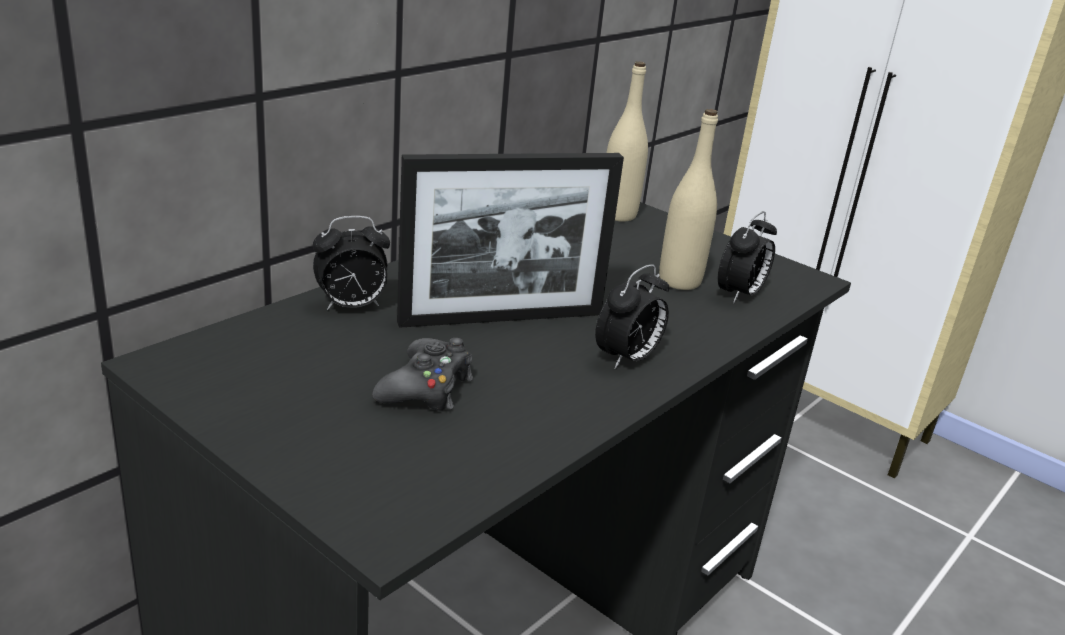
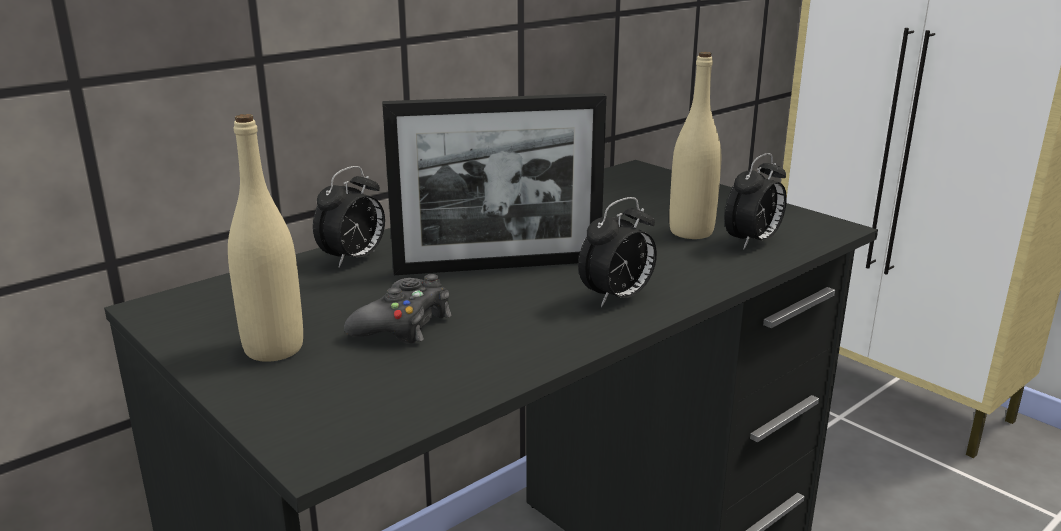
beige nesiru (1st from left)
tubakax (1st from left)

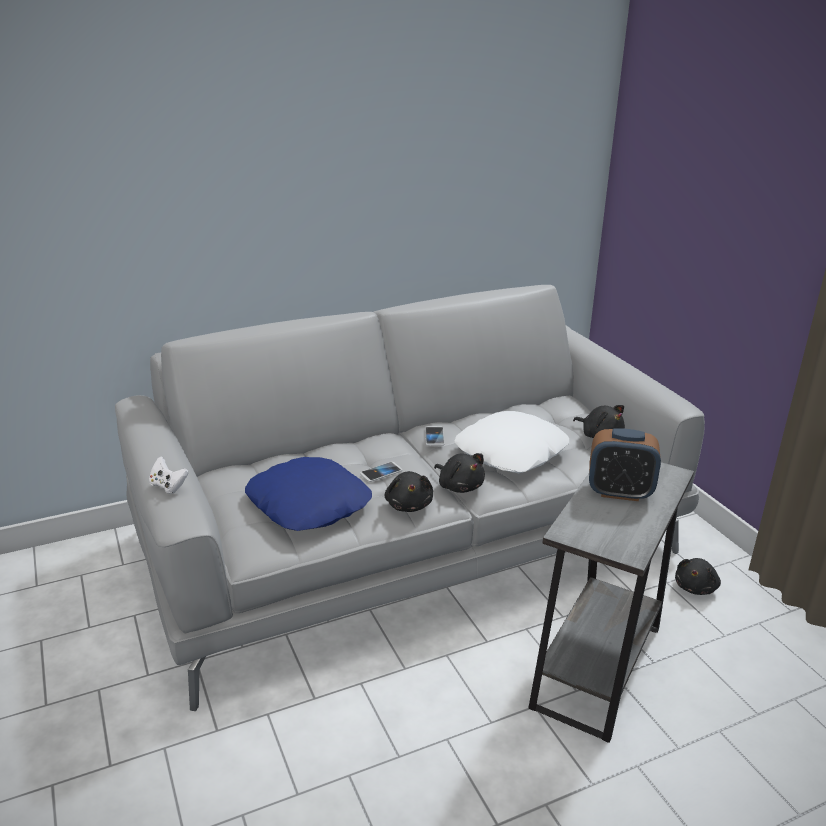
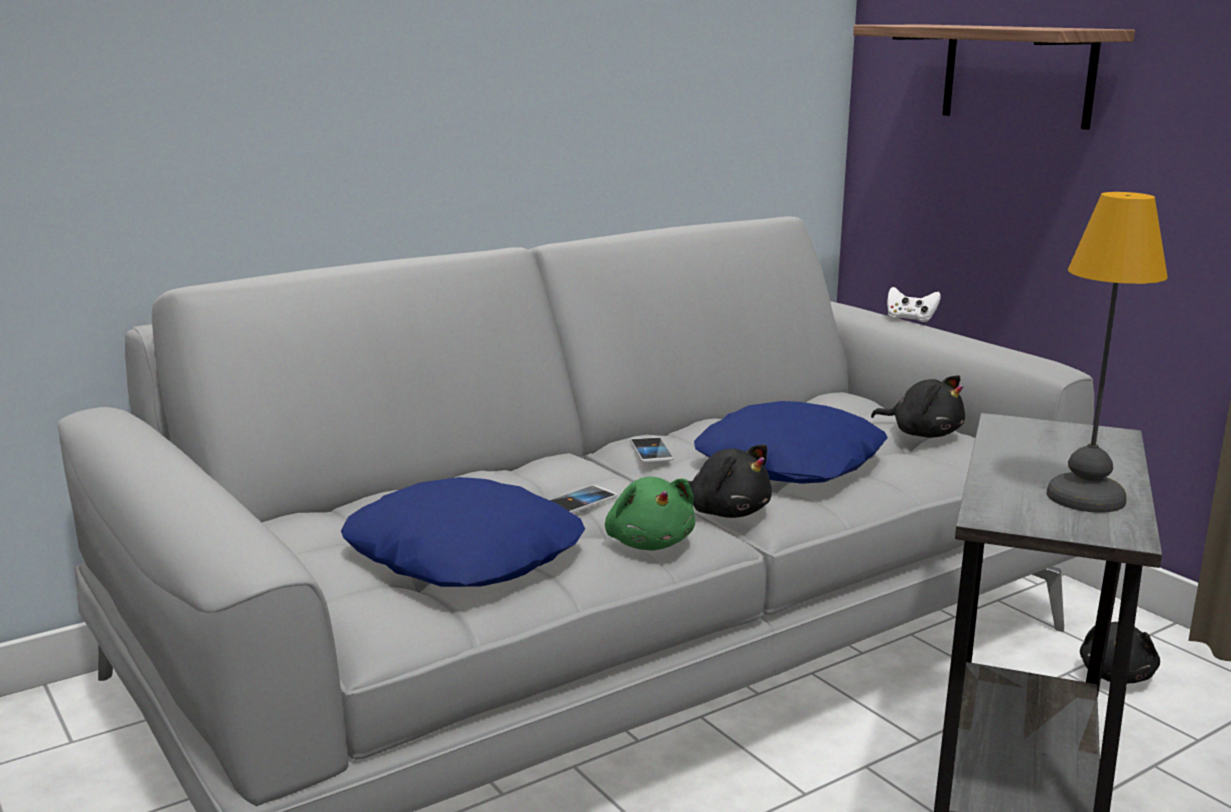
tubakax
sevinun
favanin
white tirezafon
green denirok
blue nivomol (2nd from left)

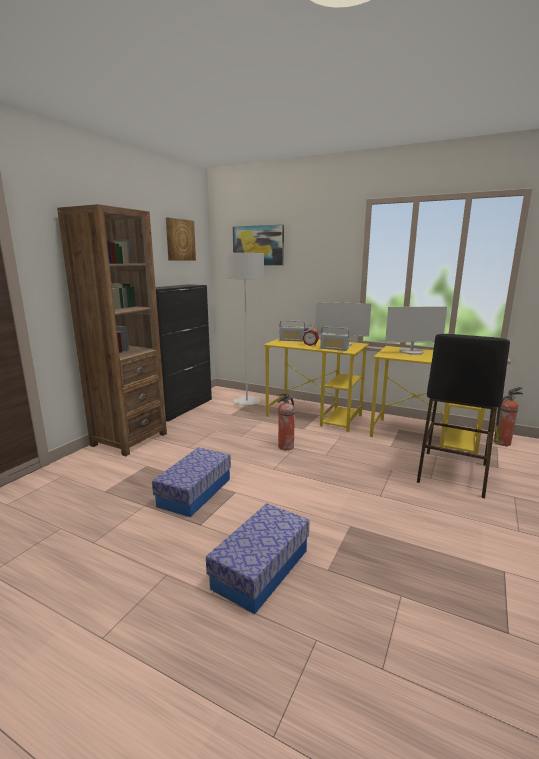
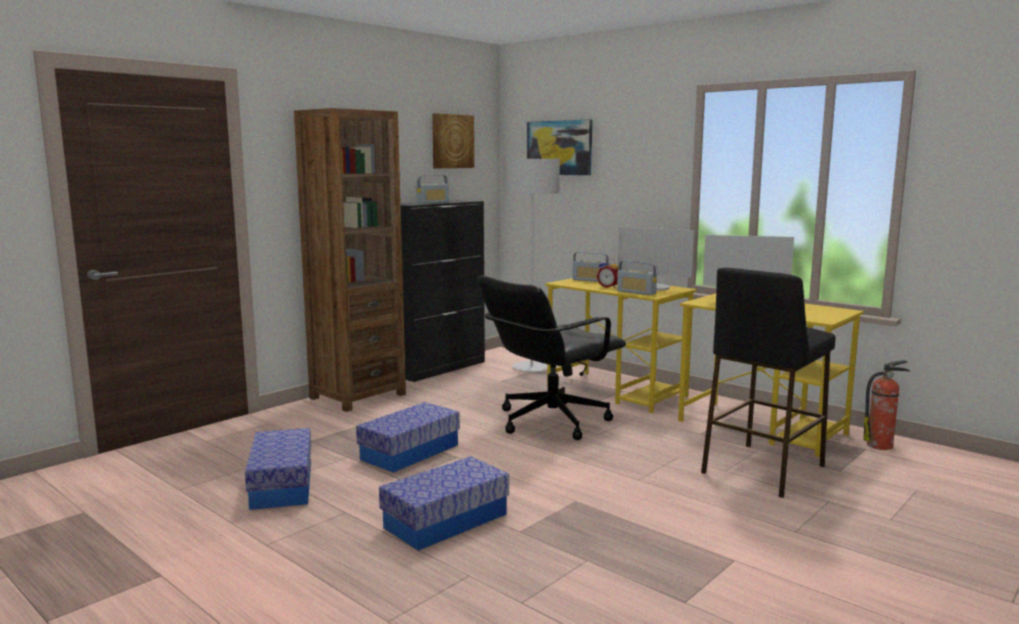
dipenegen (1st from left)
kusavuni (1st from left)
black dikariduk

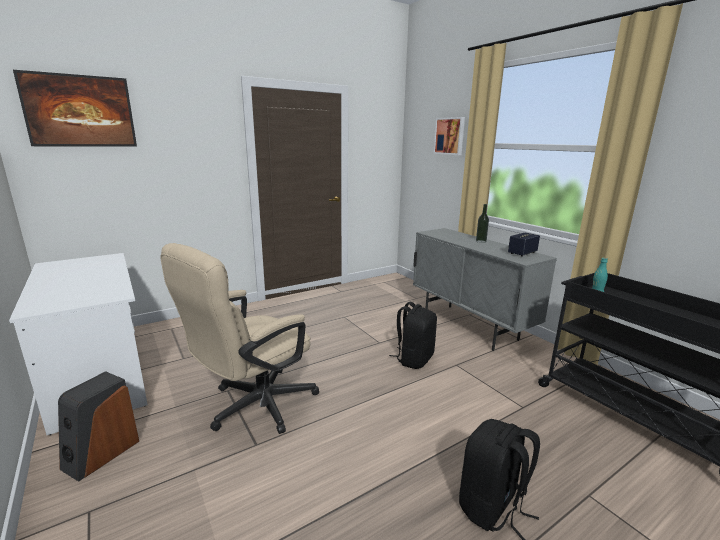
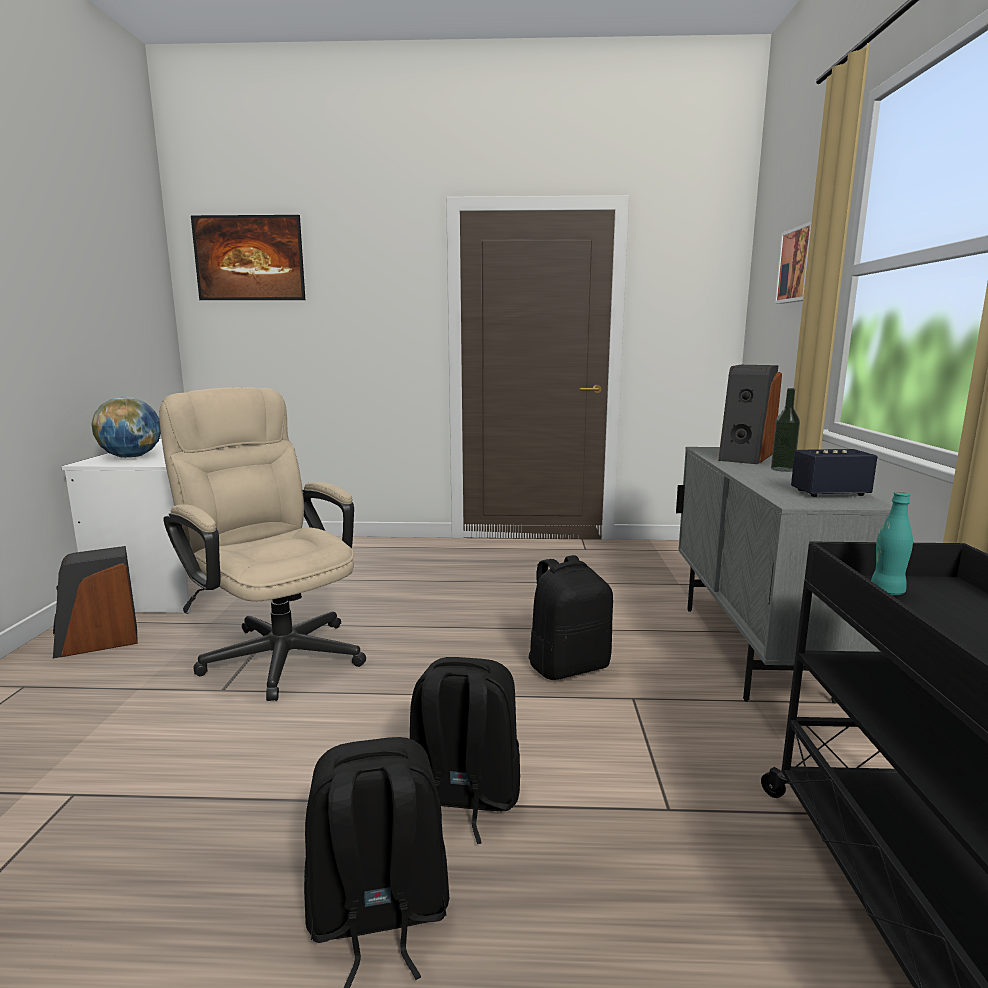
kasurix
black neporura (2nd from left)
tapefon (2nd from left)
beige dikariduk

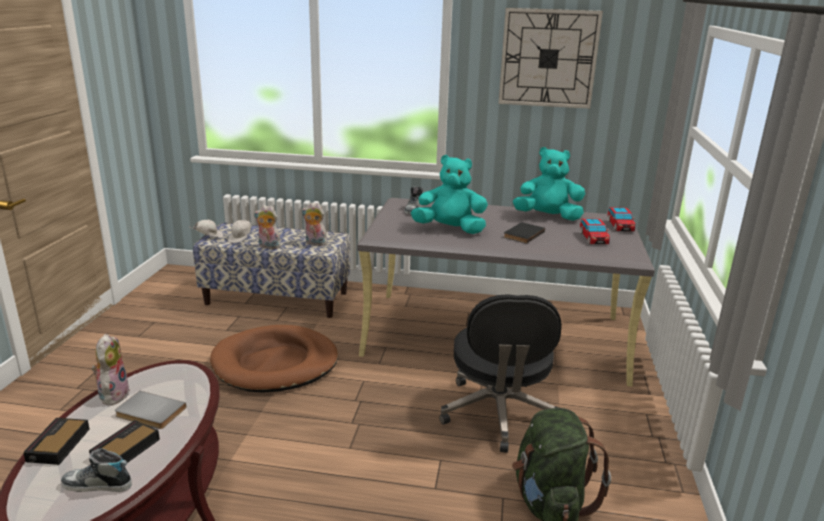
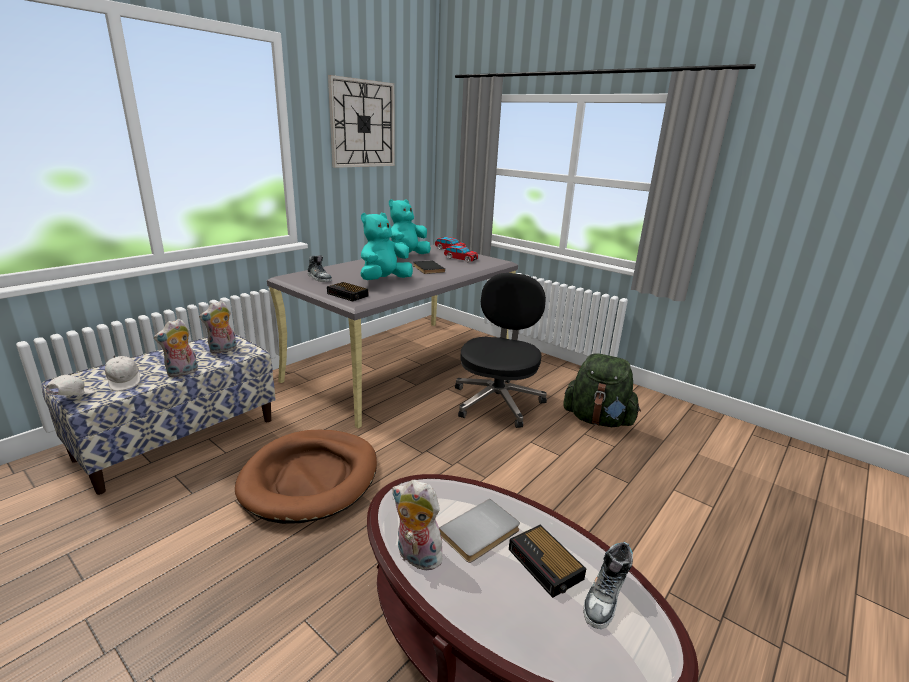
tubakax (1st from left)
black dikariduk

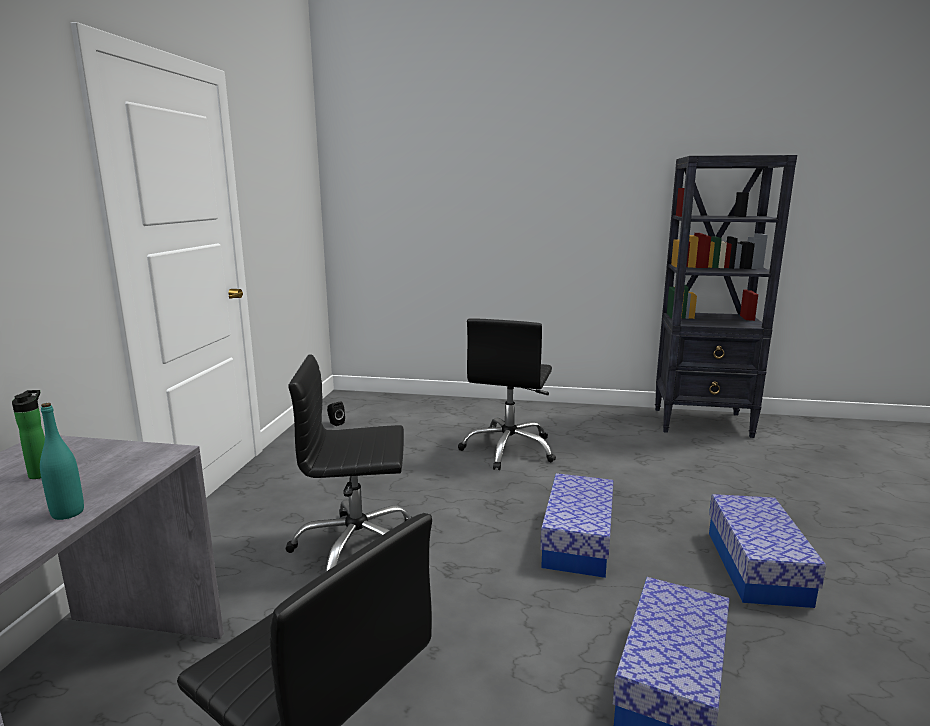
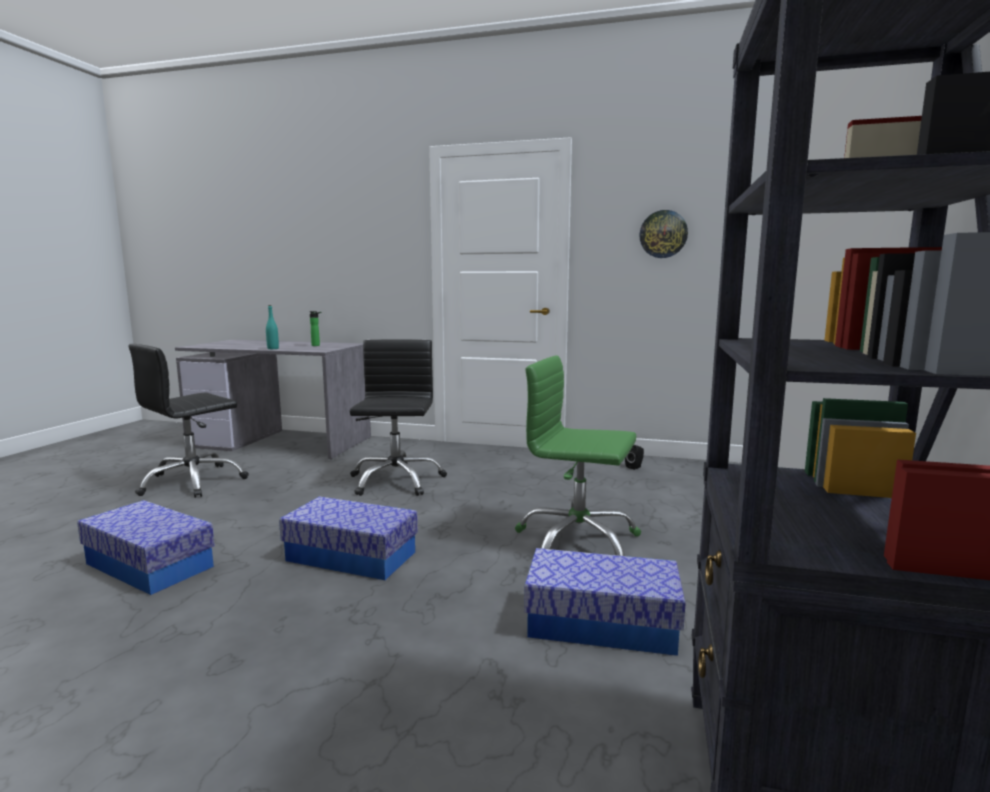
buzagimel
dipenegen (3rd from left)
green dikariduk

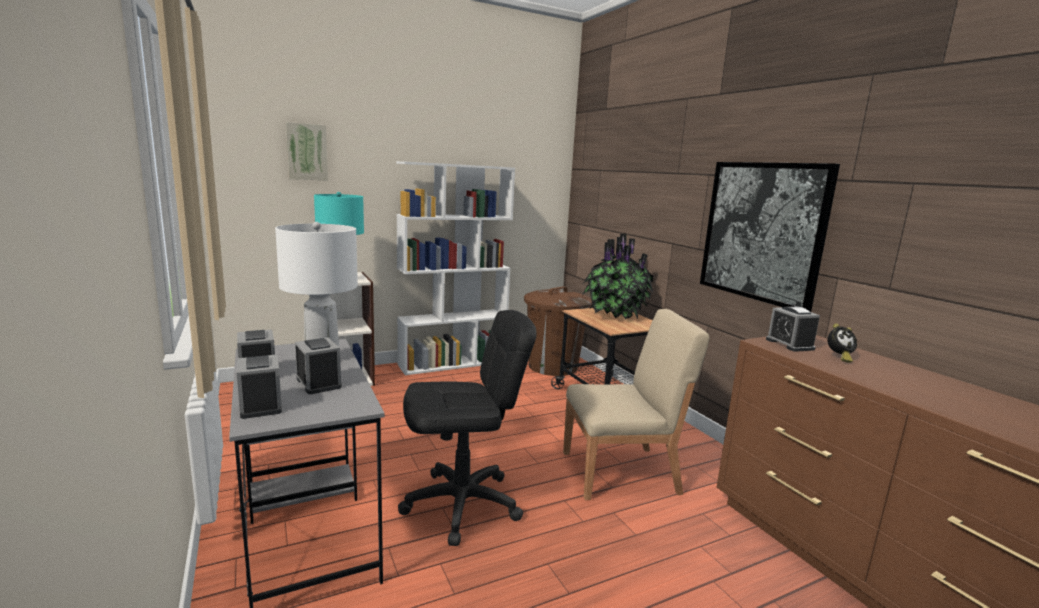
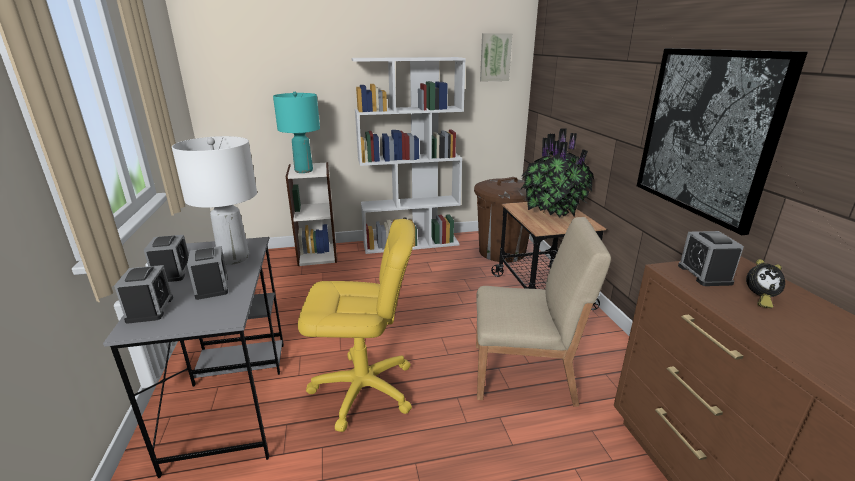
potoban (1st from left)
yellow dikariduk

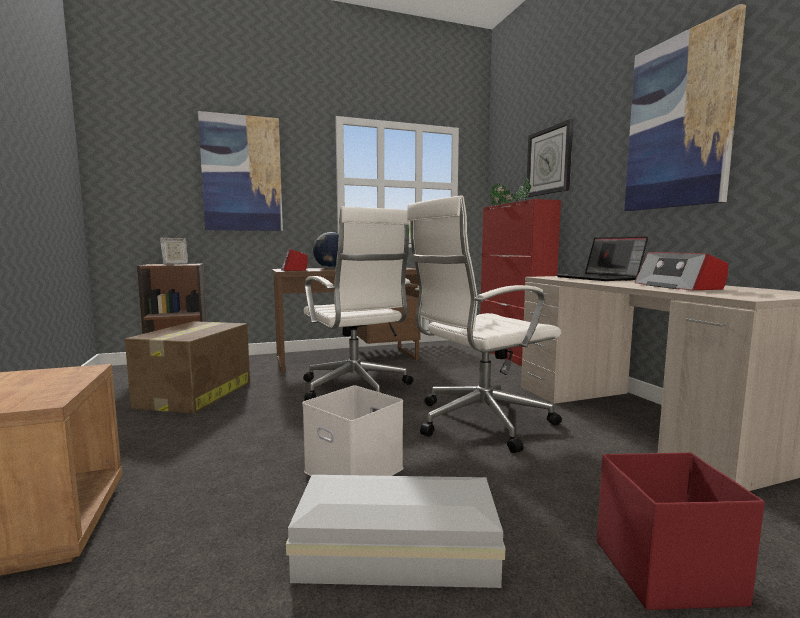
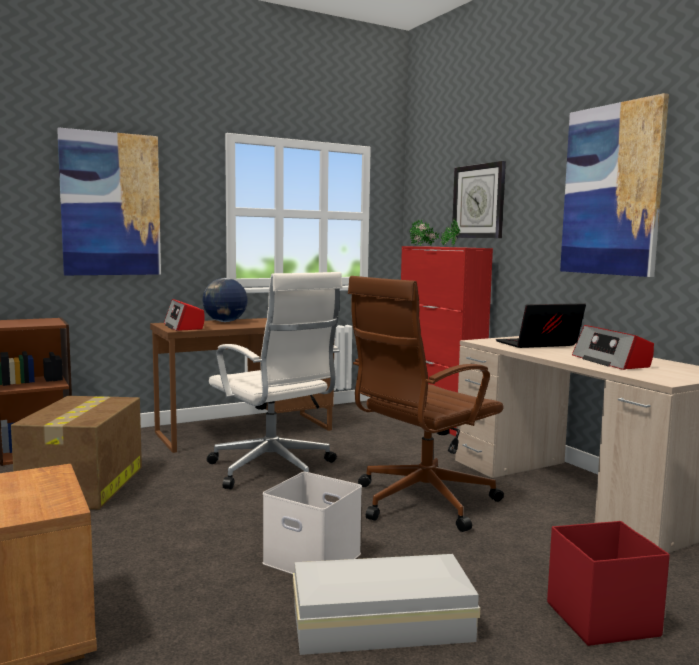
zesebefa
brown dikariduk
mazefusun

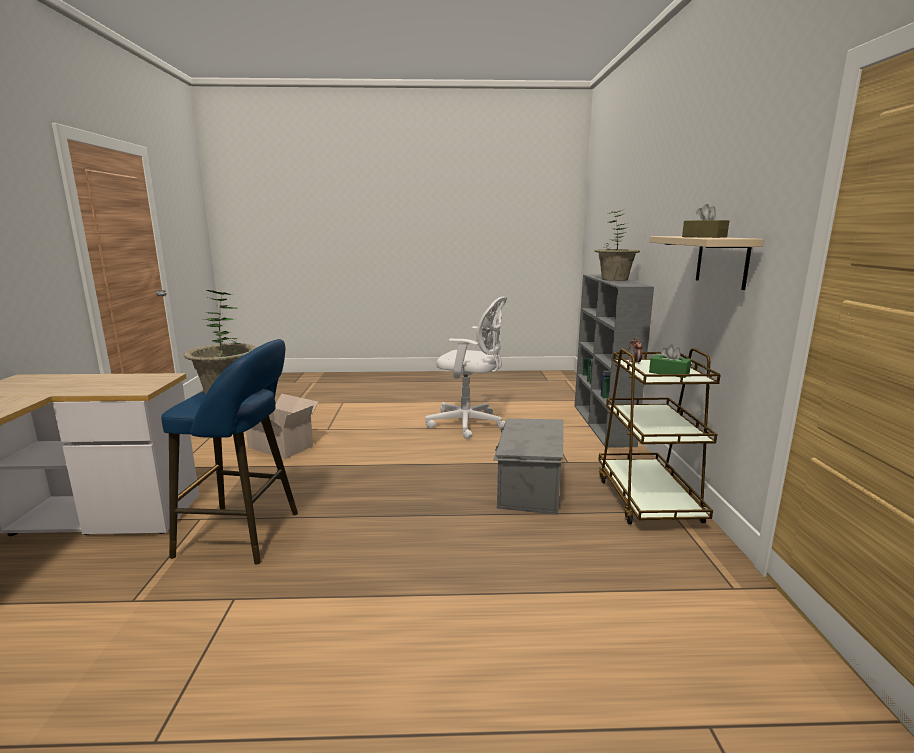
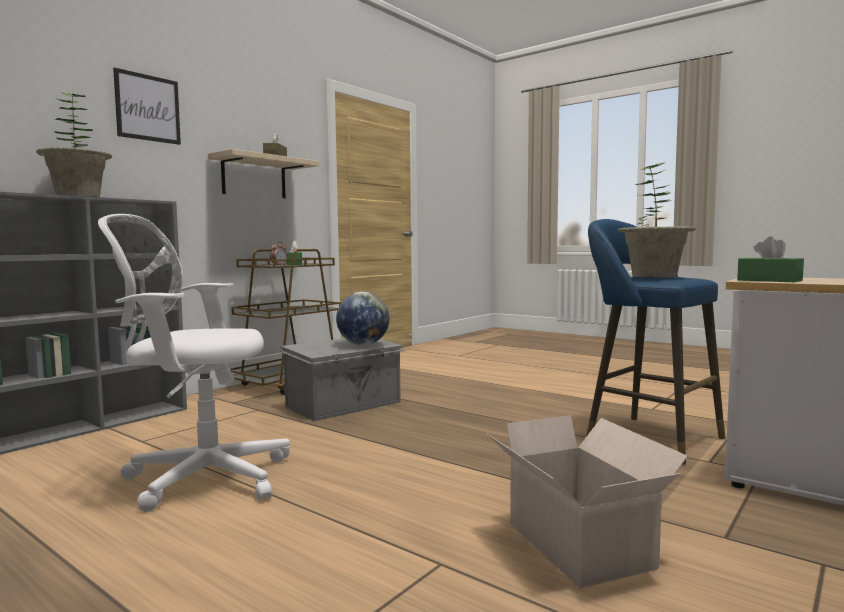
potoban
kasurix
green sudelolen (2nd from left)
white dikariduk

